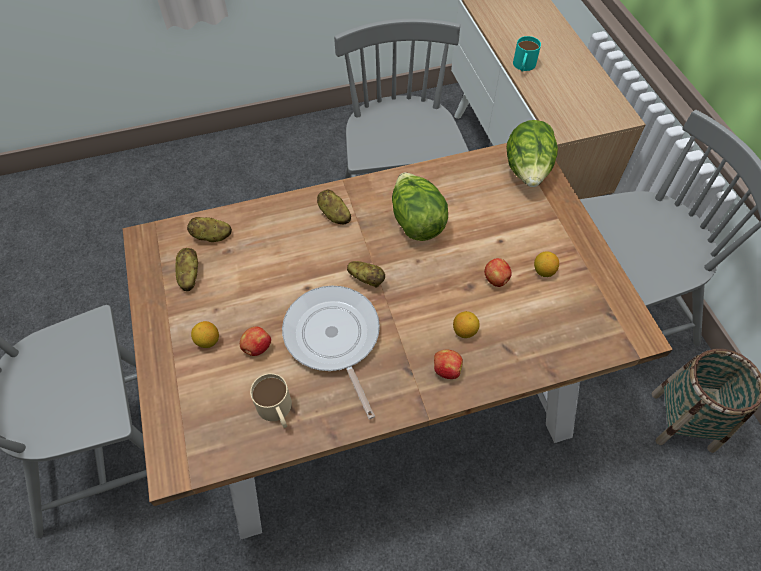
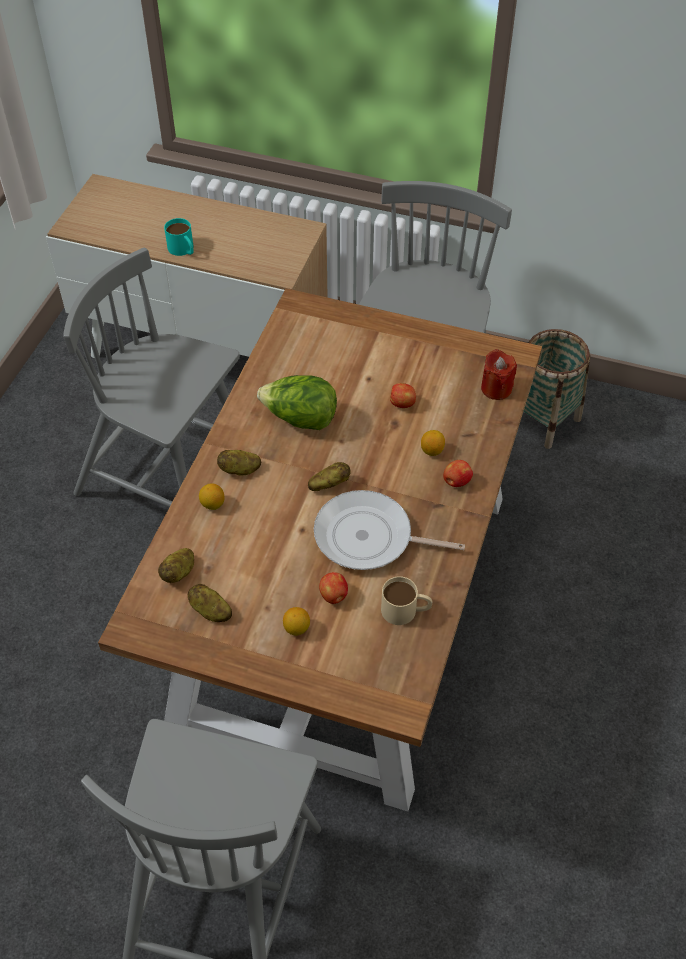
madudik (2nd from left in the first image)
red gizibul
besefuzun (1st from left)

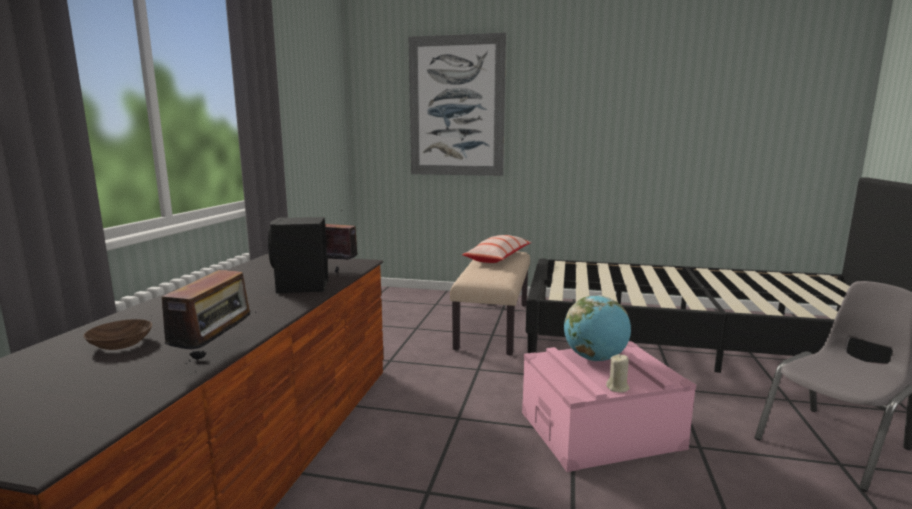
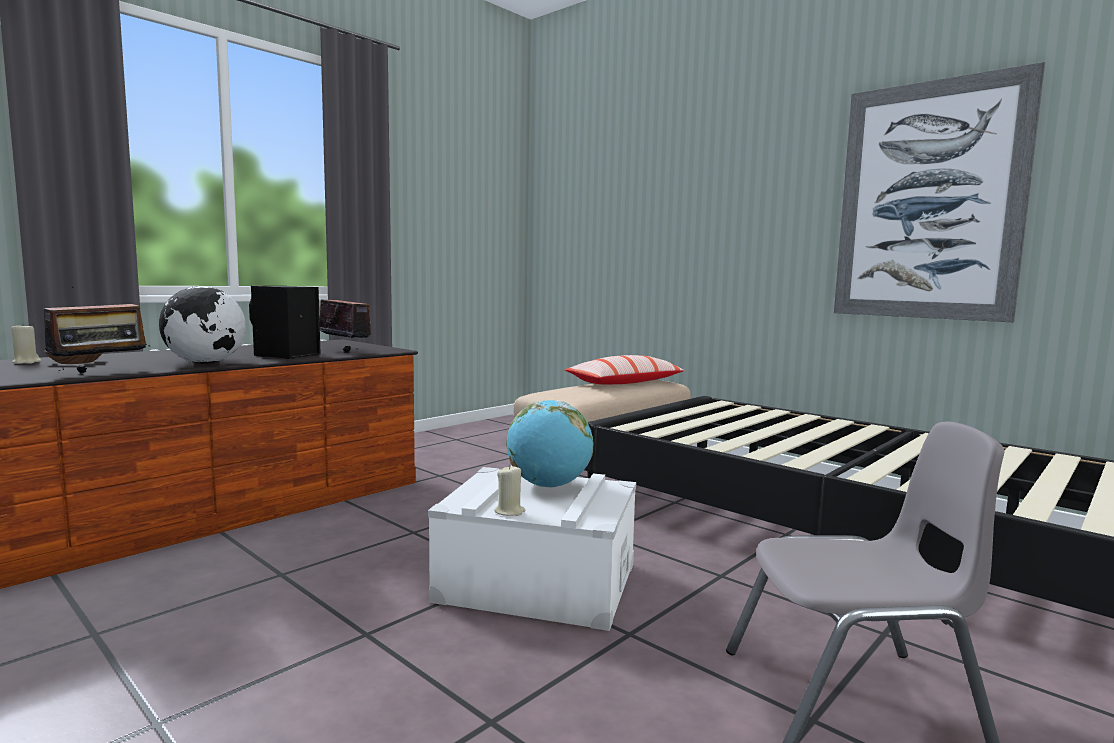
beige gizibul (1st from left)
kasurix (1st from left)
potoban
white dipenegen

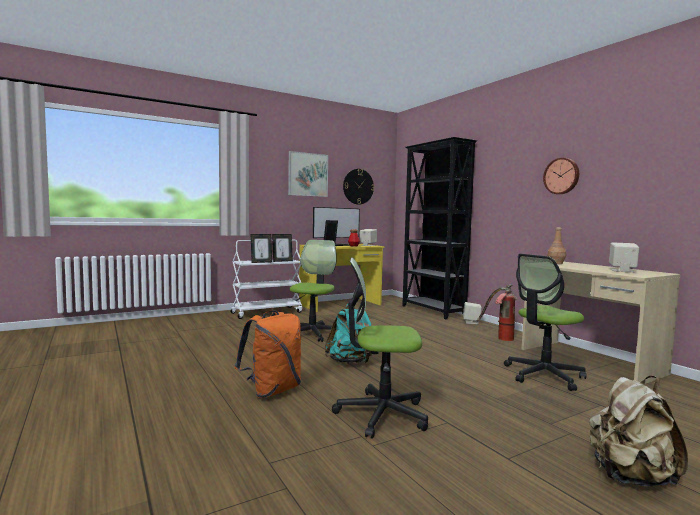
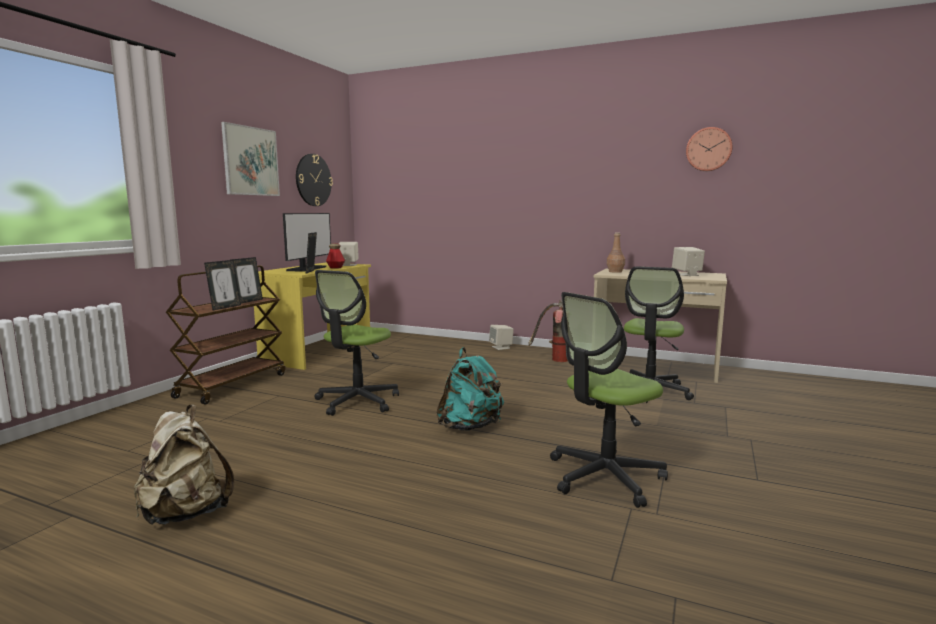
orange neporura
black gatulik
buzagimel (2nd from left)
beige neporura
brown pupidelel
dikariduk (1st from left)

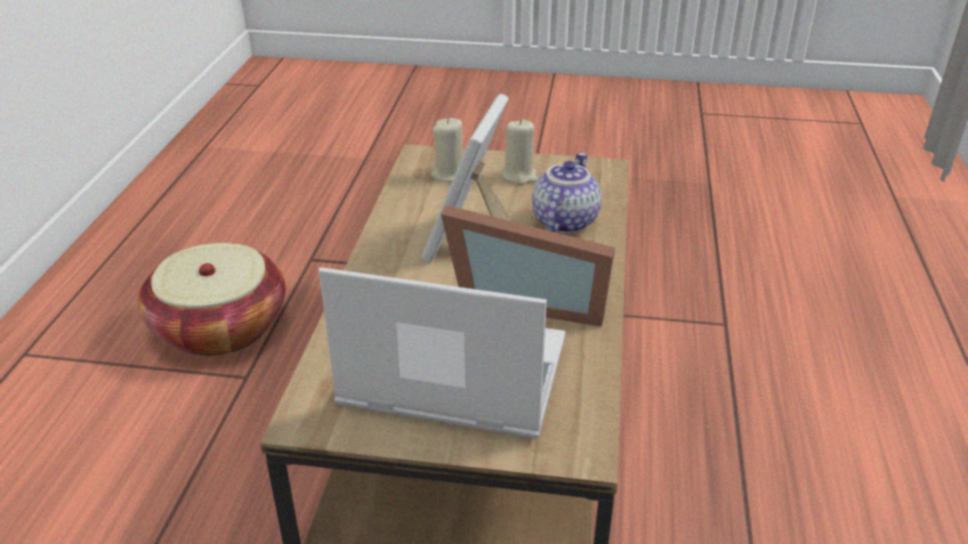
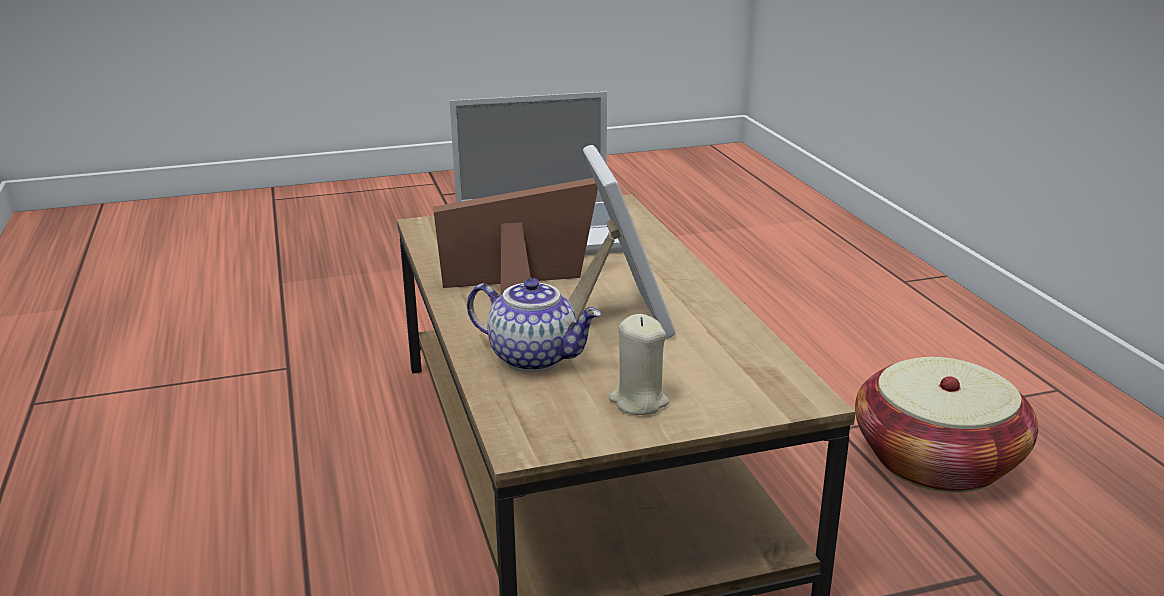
beige gizibul (1st from left in the first image)
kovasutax

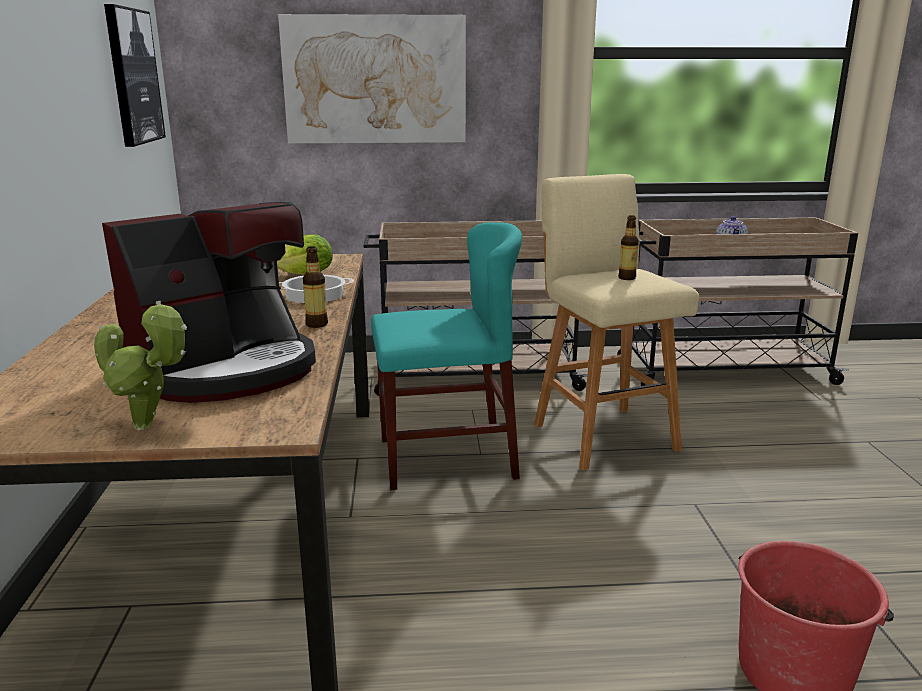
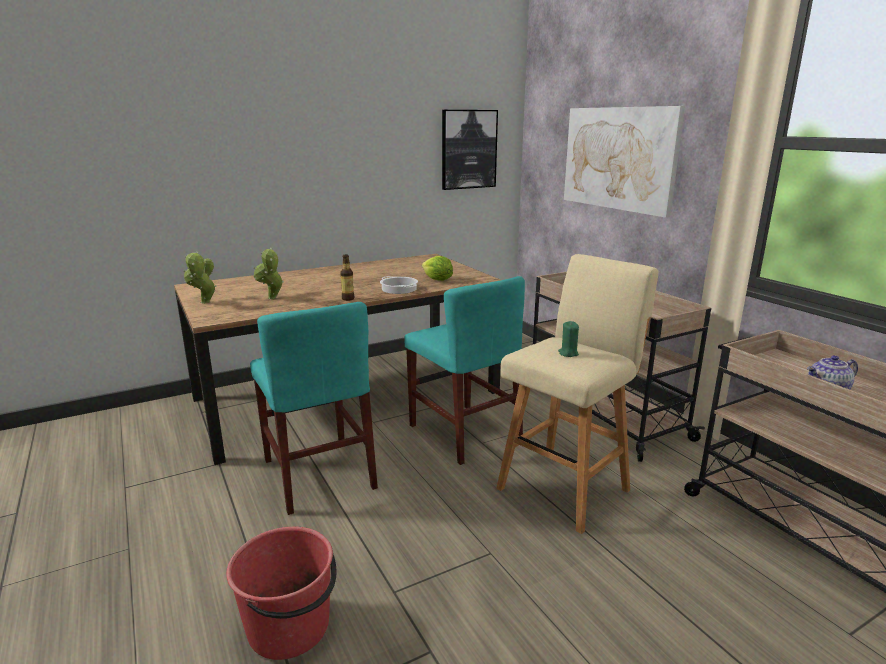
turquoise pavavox (1st from left)
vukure (2nd from left)
green gizibul

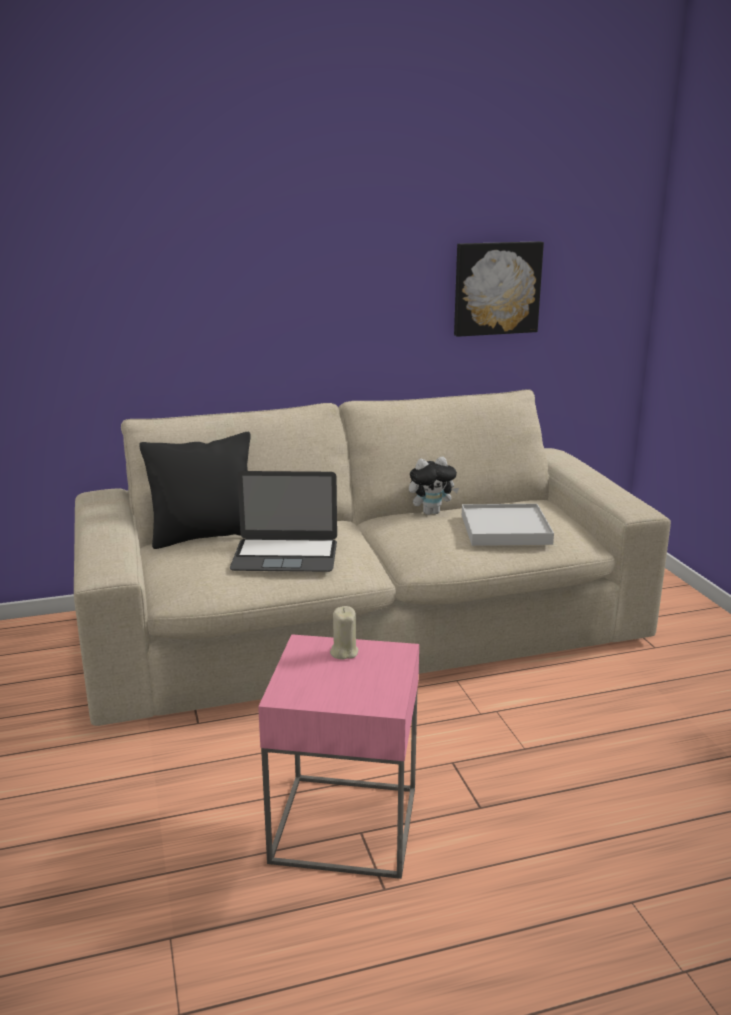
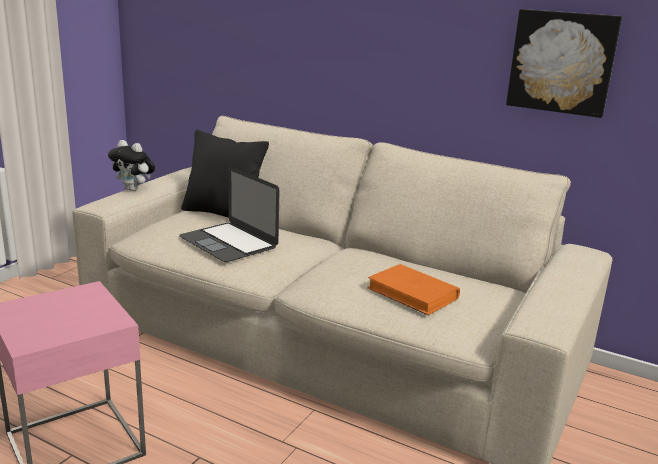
beige gizibul
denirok
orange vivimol

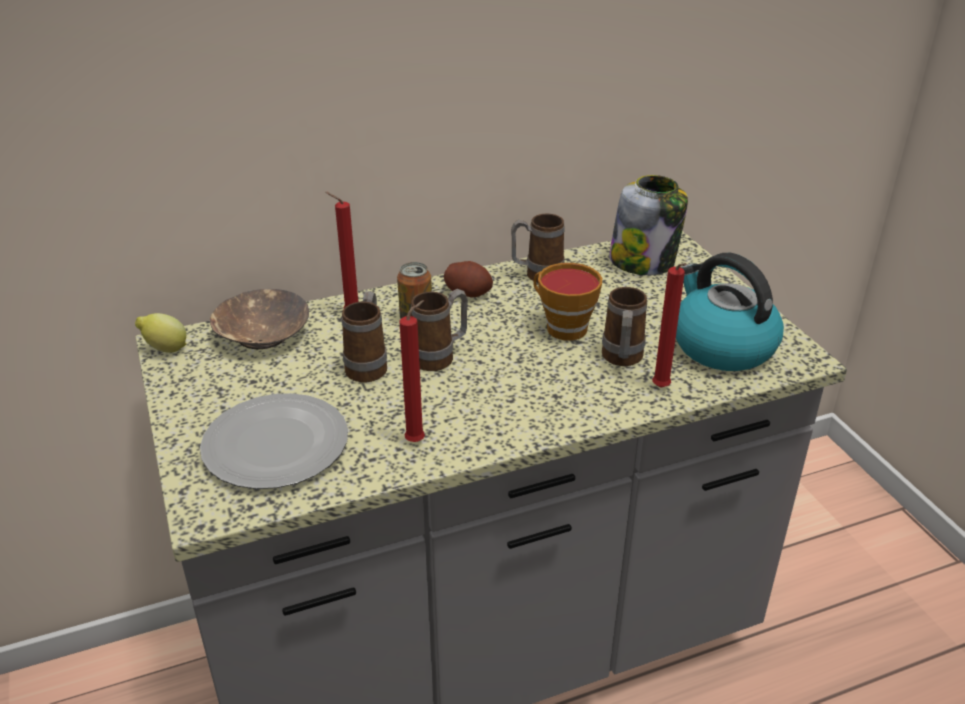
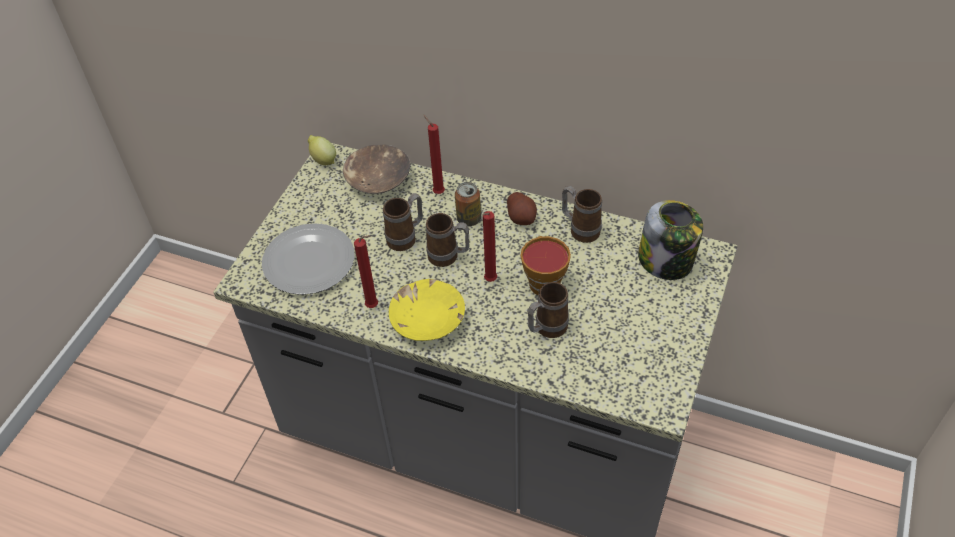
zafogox
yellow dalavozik
red gizibul (3rd from left)

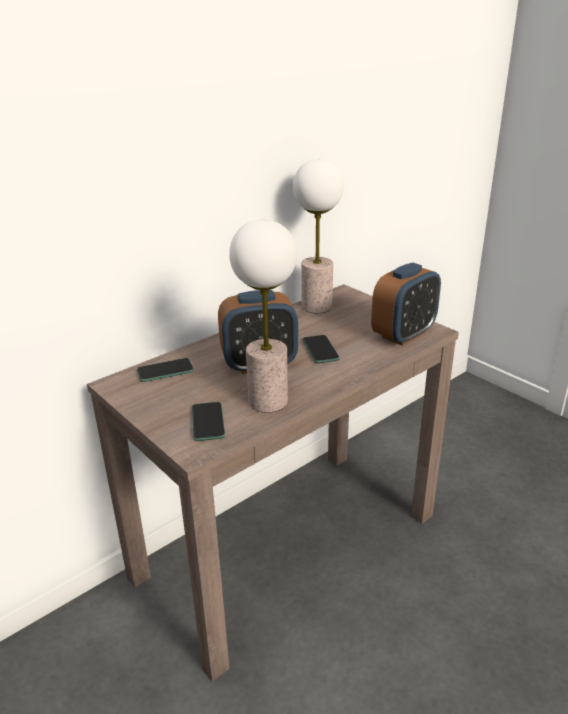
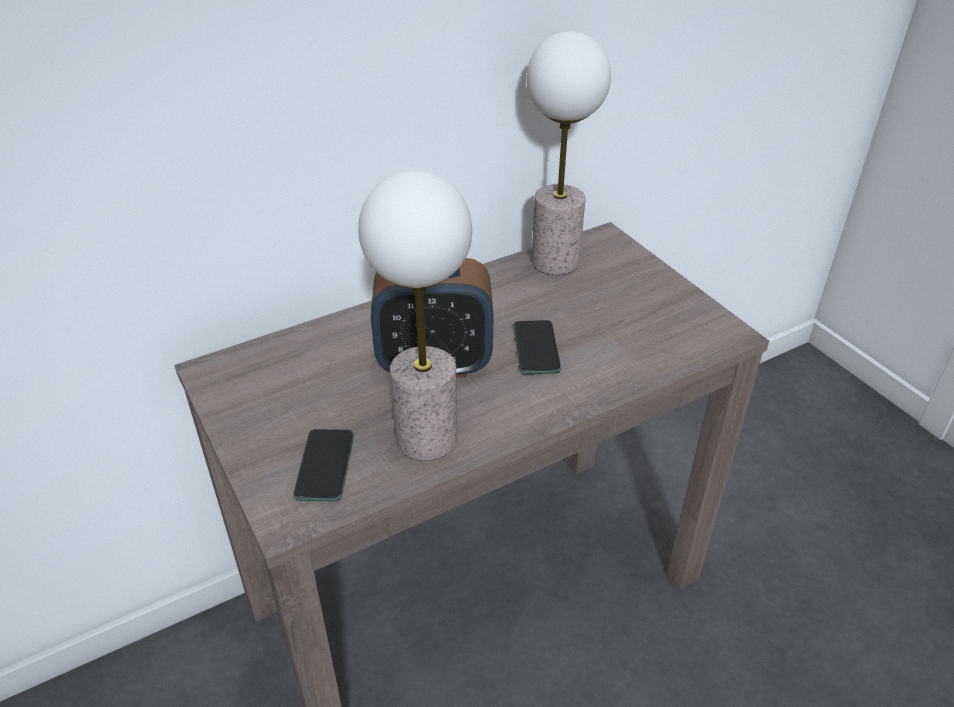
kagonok (1st from left in the first image)
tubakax (2nd from left in the first image)

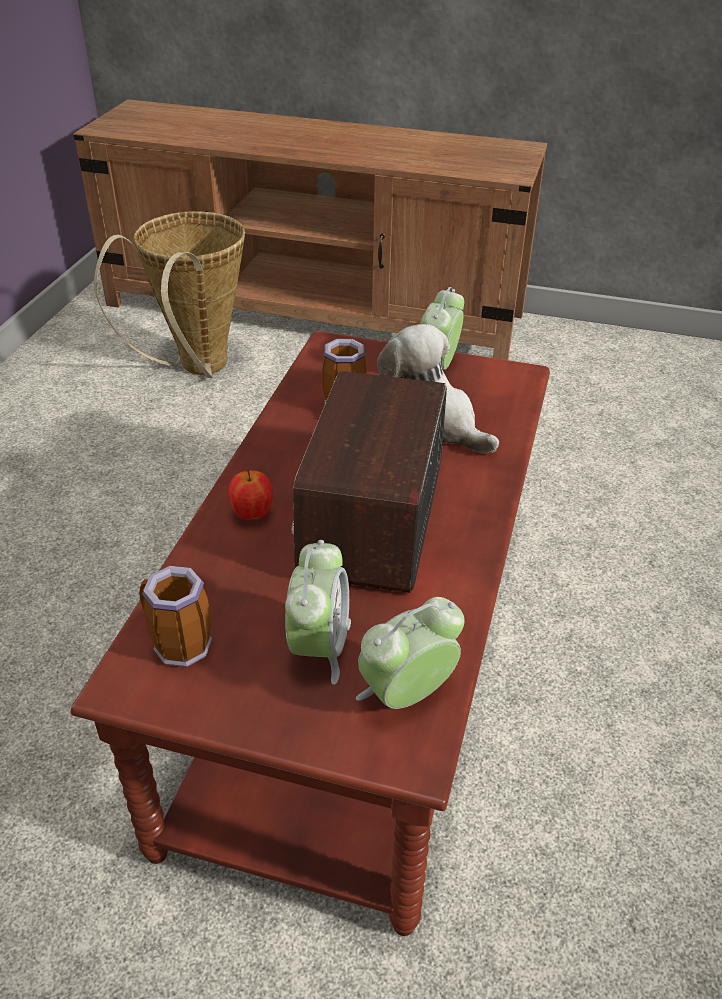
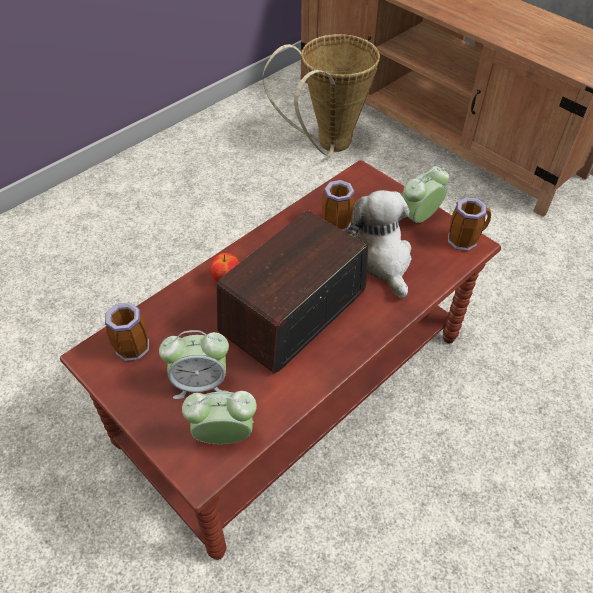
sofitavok (3rd from left)
tubakax (1st from left)

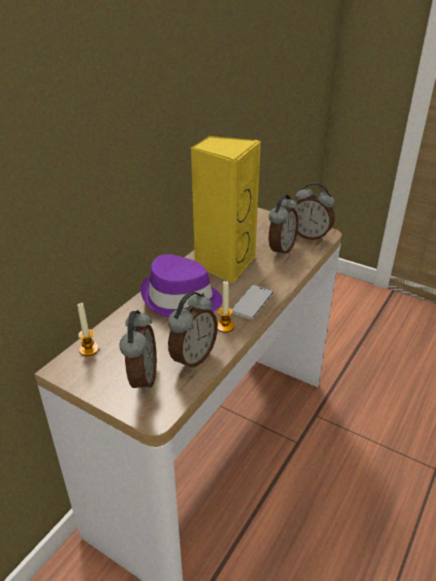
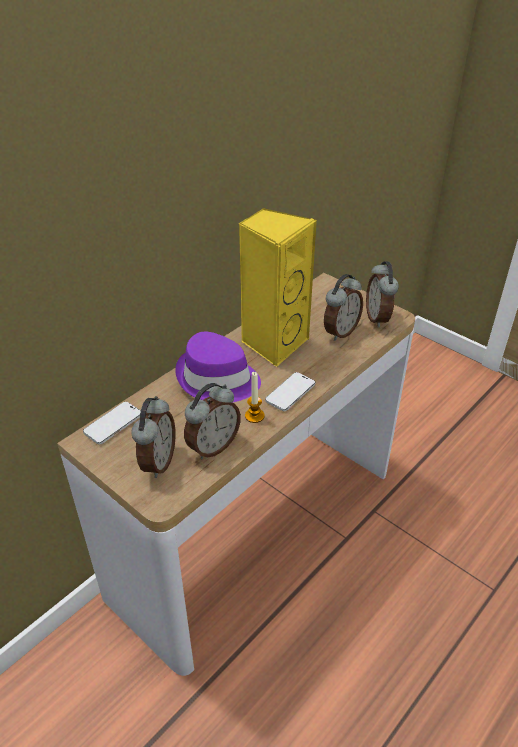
kagonok (1st from left)
tubakax (4th from left)

